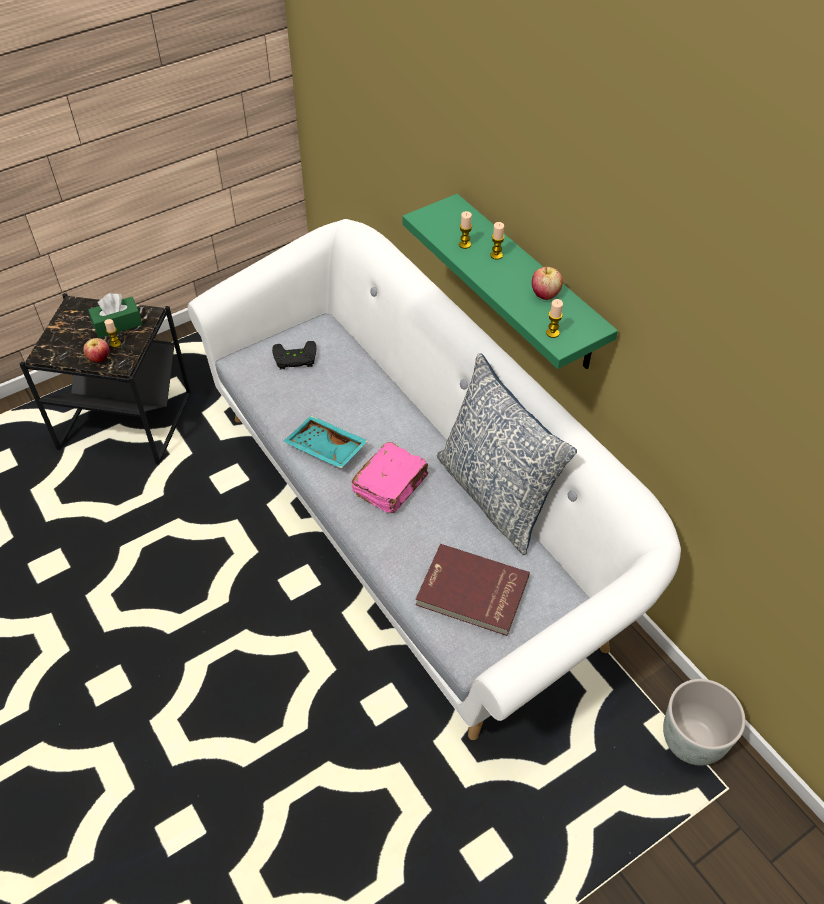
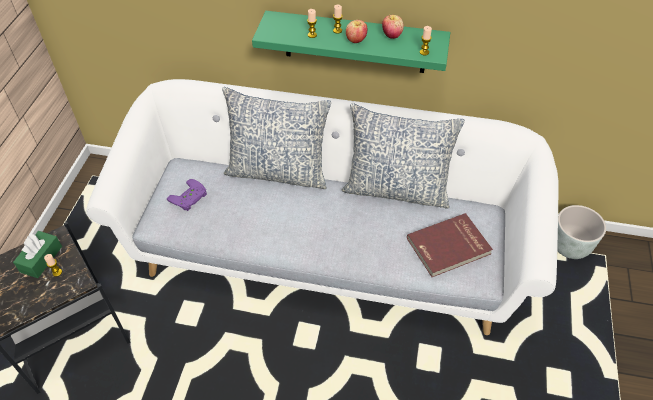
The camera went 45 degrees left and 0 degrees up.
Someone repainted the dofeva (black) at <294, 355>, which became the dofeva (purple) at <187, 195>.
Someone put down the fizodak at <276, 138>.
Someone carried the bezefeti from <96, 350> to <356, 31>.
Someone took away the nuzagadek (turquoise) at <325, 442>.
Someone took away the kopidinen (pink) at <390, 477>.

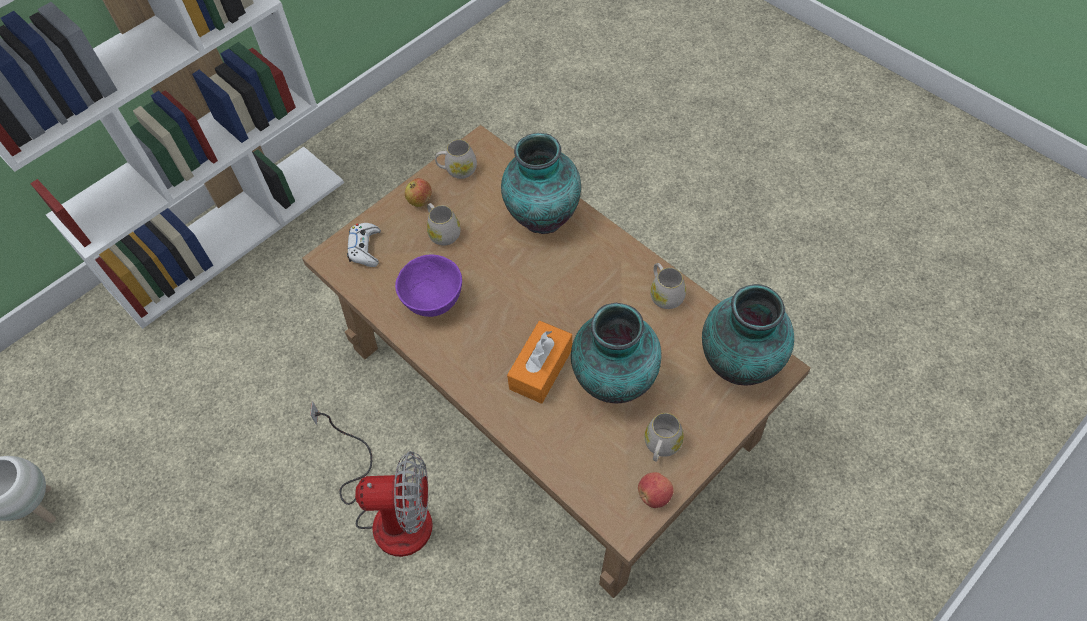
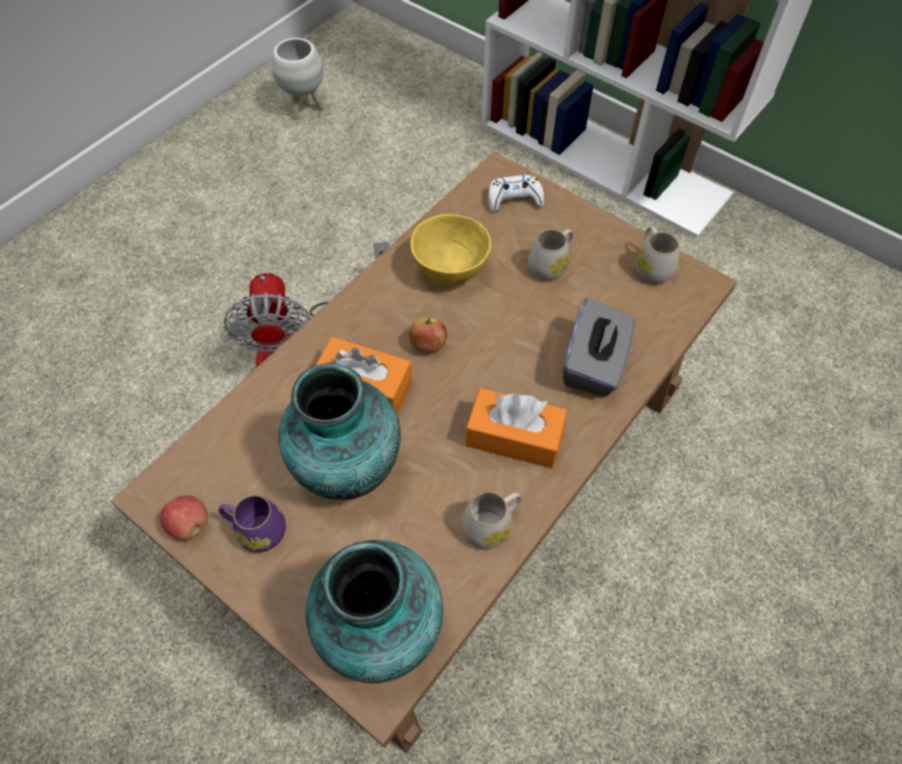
The camera went 80 degrees right and 0 degrees up.
Someone repainted the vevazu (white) at <664, 437>, which became the vevazu (purple) at <252, 523>.
Someone carried the bezefeti from <418, 192> to <428, 335>.
Someone repainted the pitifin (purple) at <428, 285>, which became the pitifin (yellow) at <450, 249>.
Someone put down the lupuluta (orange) at <516, 428>.
Someone swapped the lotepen at <541, 183> for the lupuluta (grey) at <599, 347>.

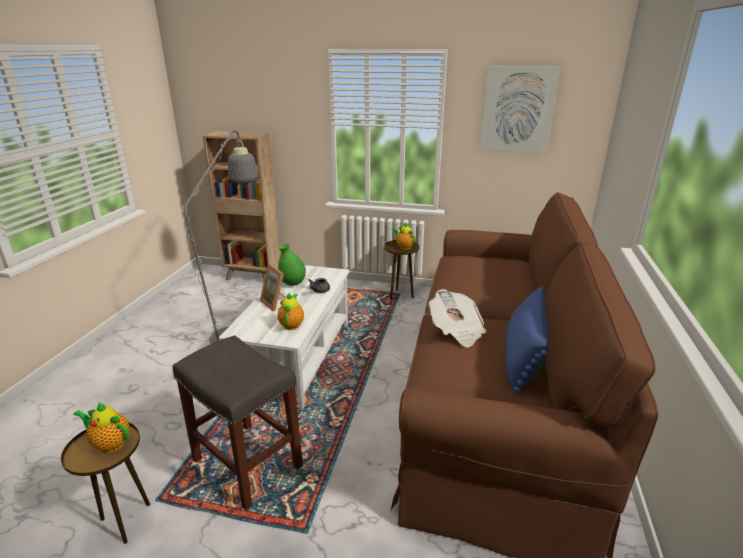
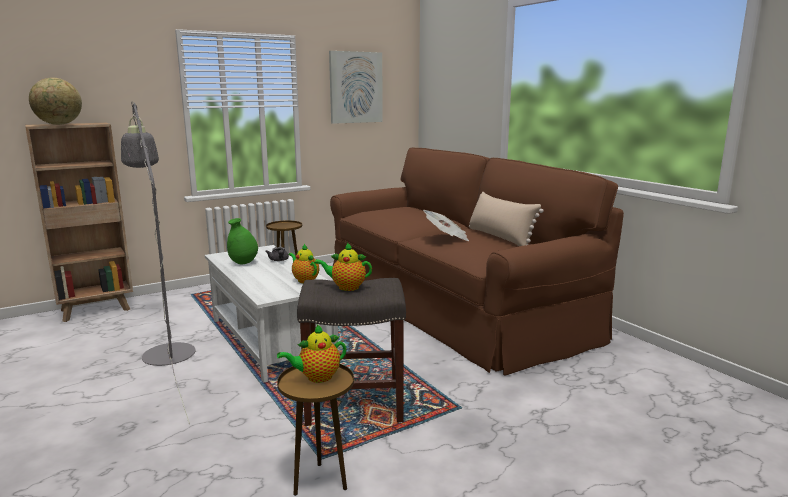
The camera went 45 degrees left and 10 degrees down.
Someone put down the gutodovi at <55, 101>.
Someone carried the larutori from <403, 236> to <343, 267>.
Someone repainted the fizodak (blue) at <527, 339>, which became the fizodak (beige) at <506, 219>.
Someone took away the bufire at <273, 287>.

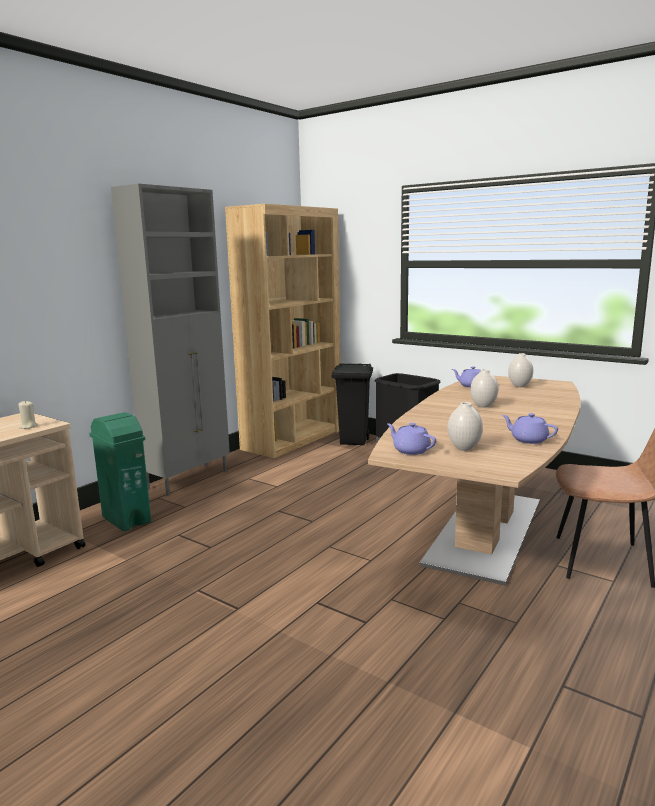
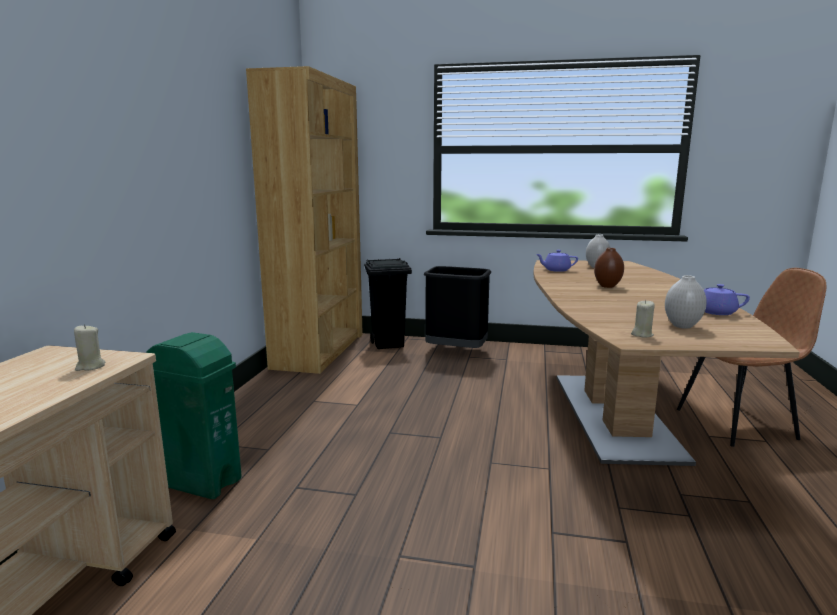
The camera went 25 degrees left and 0 degrees up.
Someone repainted the lotepen (white) at <484, 388>, which became the lotepen (brown) at <609, 268>.
Someone swapped the larutori (purple) at <411, 439> for the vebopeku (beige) at <643, 319>.
Someone took away the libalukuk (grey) at <170, 340>.

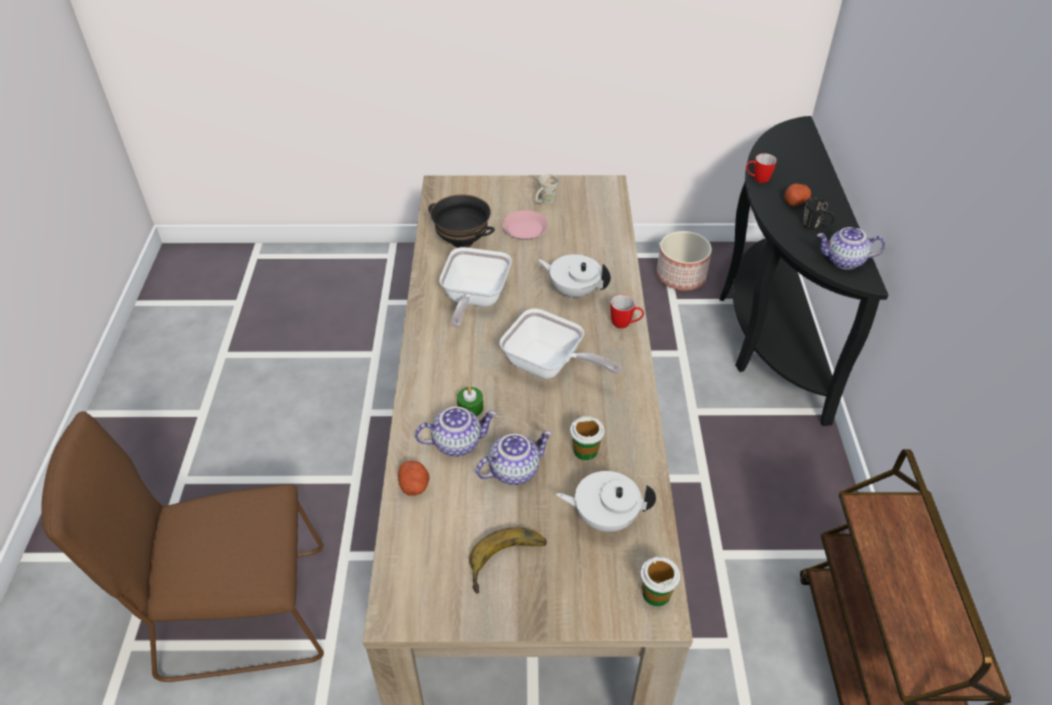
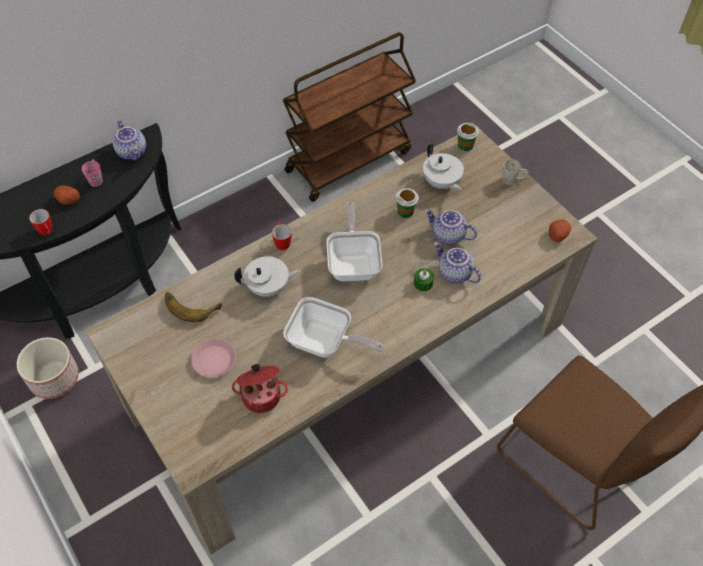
The camera went 125 degrees left and 10 degrees up.
Someone repainted the vevazu (black) at <819, 213>, which became the vevazu (pink) at <92, 173>.
Someone carried the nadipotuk from <508, 560> to <193, 307>.
Someone swapped the pitifin (black) at <461, 221> for the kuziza at <260, 388>.
Someone rotated the larutori (white) at <574, 276> by 90 degrees counterclockwise.
Someone rotated the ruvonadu at <475, 287> by 45 degrees clockwise.
Someone carried the vevazu (white) from <547, 189> to <516, 172>.
Someone carried the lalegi from <414, 478> to <560, 230>.

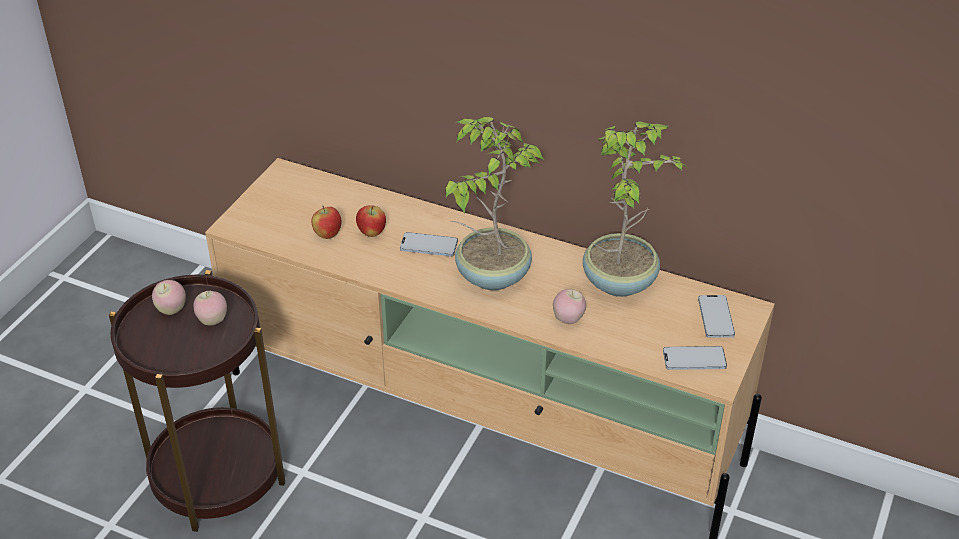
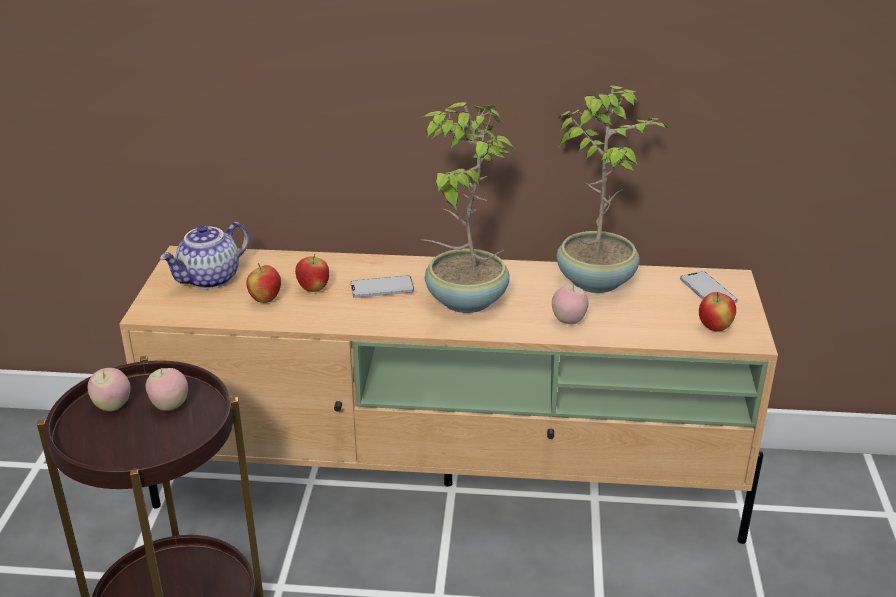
The camera went 20 degrees left and 10 degrees down.
Someone put down the larutori at <204, 255>.
Someone swapped the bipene at <695, 358> for the bezefeti at <717, 312>.

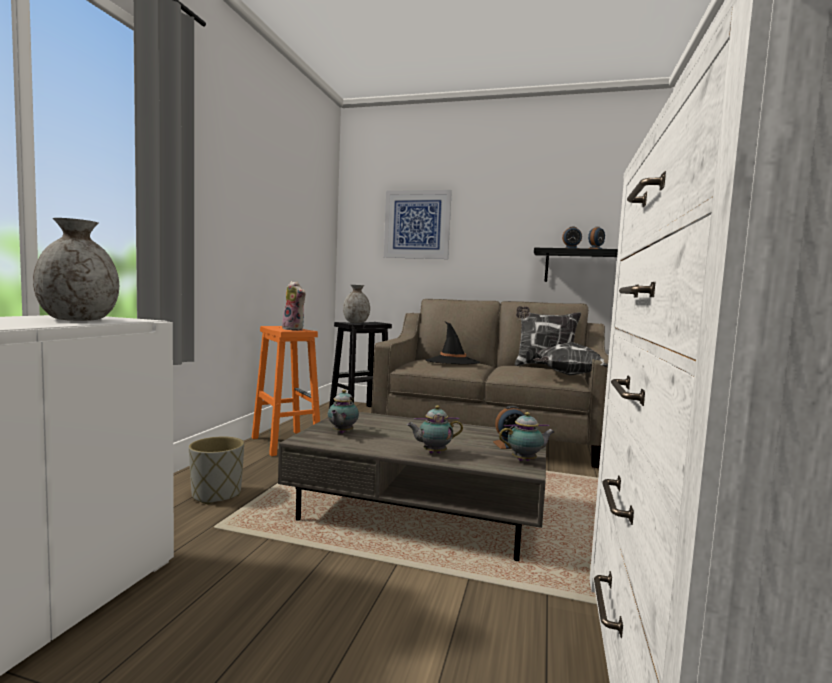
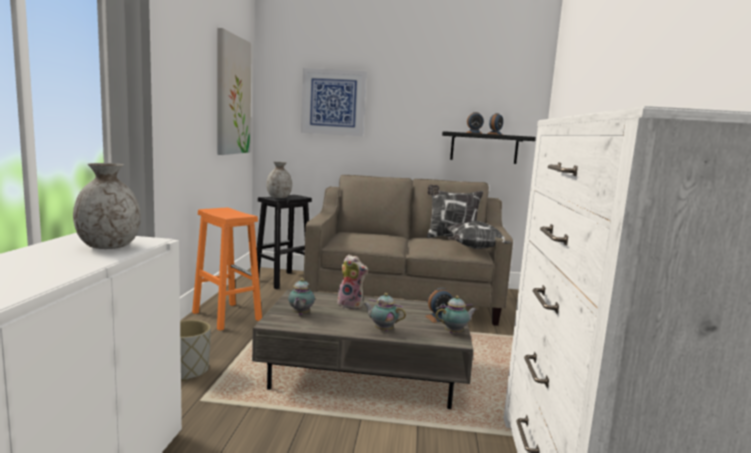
The camera went 10 degrees left and 5 degrees up.
Someone put up the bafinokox at <234, 91>.
Someone carried the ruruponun from <294, 305> to <352, 282>.
Someone rotated the larutori at <435, 429> by 45 degrees clockwise.
Someone took away the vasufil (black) at <453, 342>.

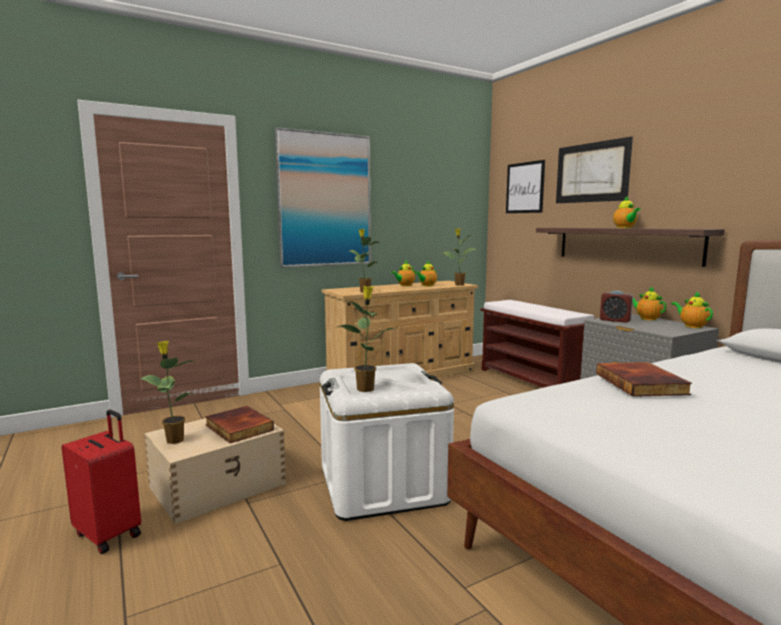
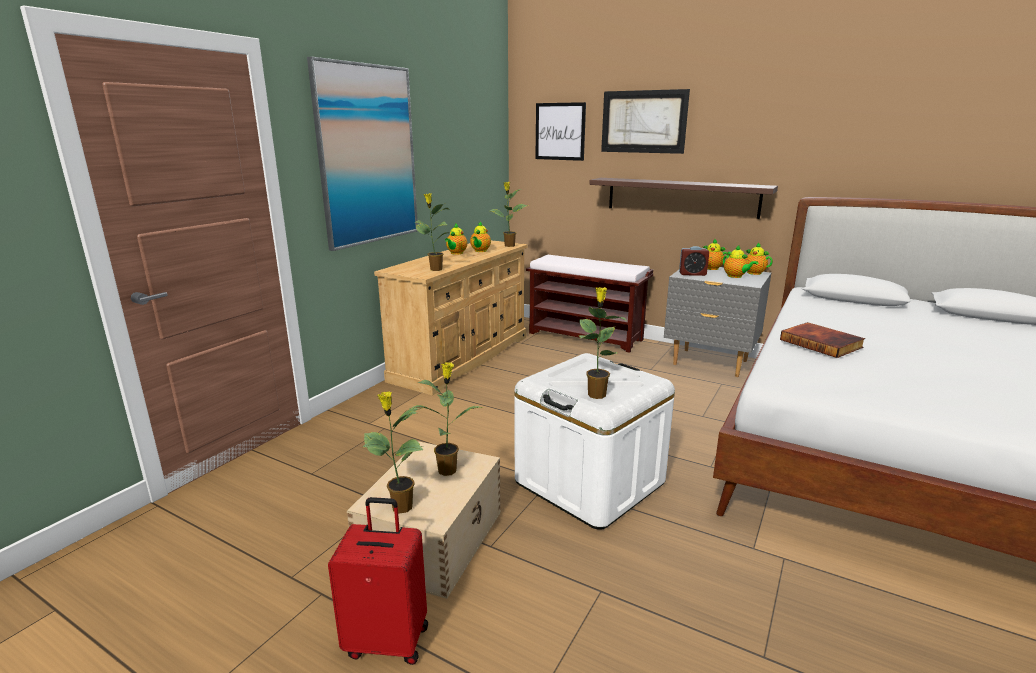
The camera went 30 degrees left and 10 degrees up.
Someone swapped the kopidinen at <239, 424> for the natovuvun at <446, 419>.
Someone carried the larutori from <627, 212> to <740, 261>.

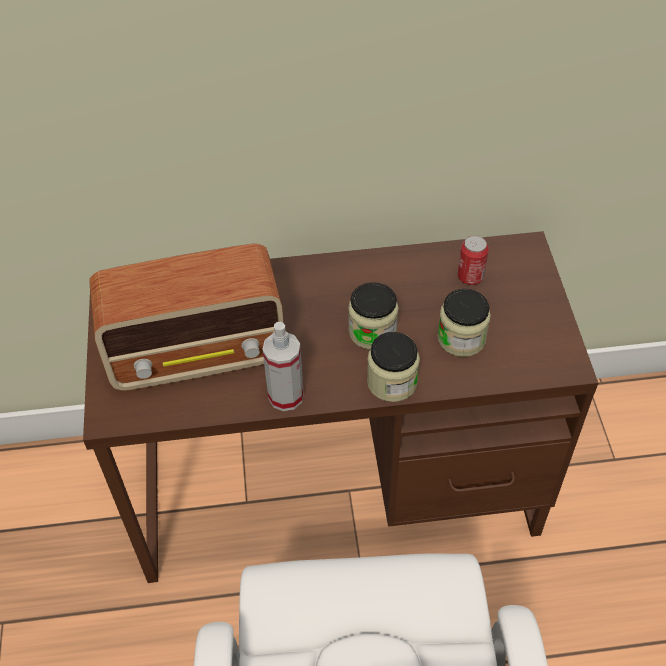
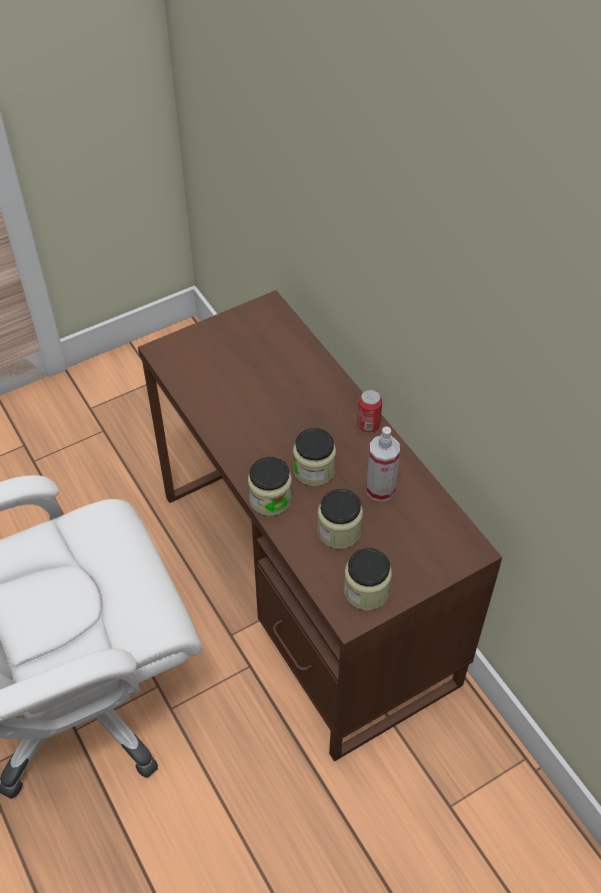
The camera went 65 degrees right and 0 degrees up.
Someone put down the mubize at <368, 579>.
Someone carried the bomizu from <473, 260> to <369, 411>.
Someone carried the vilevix from <283, 366> to <383, 464>.
Someone took away the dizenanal at <186, 317>.

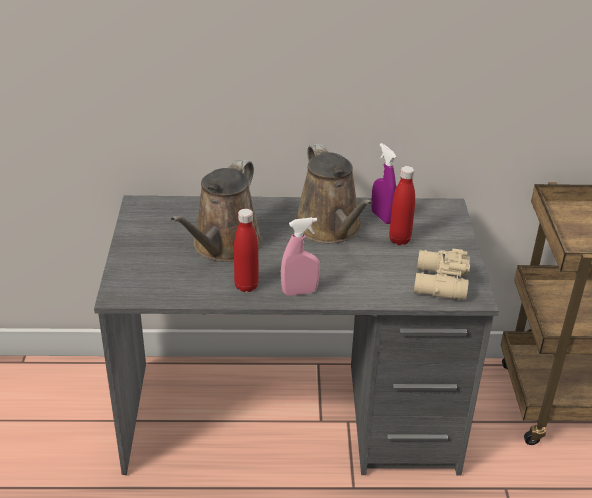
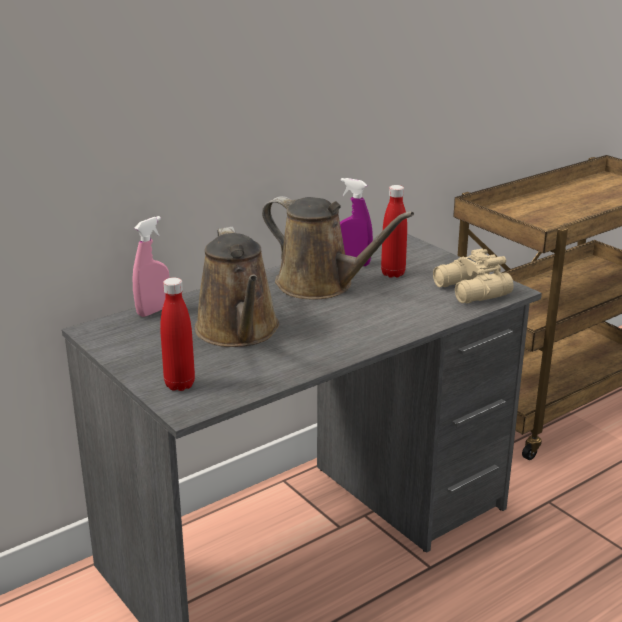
The camera went 35 degrees left and 10 degrees down.
Someone carried the vilevix (pink) from <300, 256> to <151, 266>.
Someone carried the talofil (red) from <246, 250> to <177, 334>.

